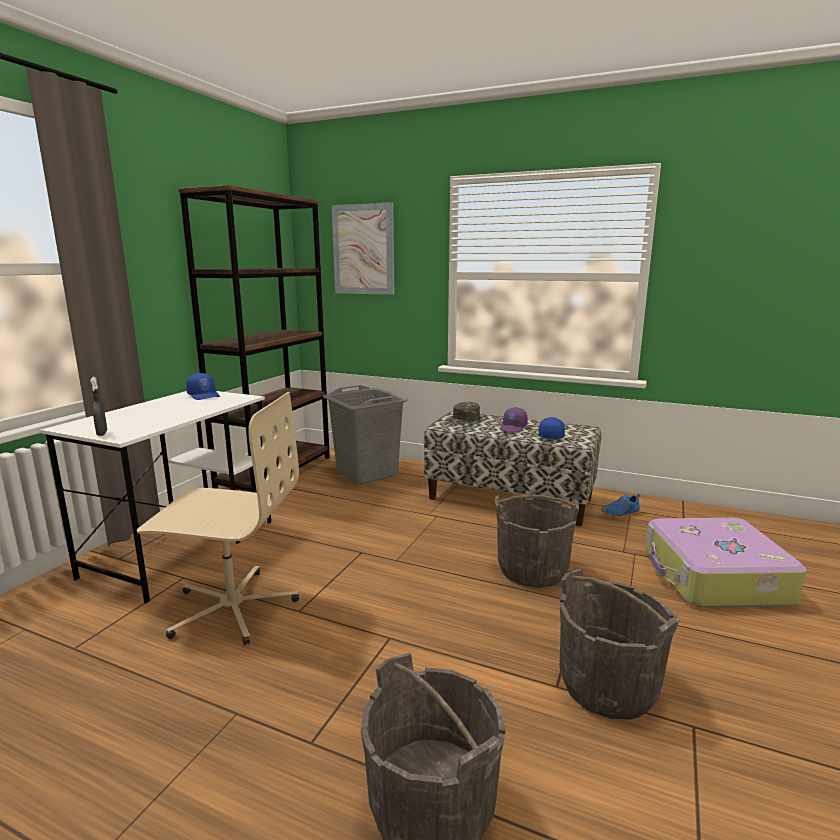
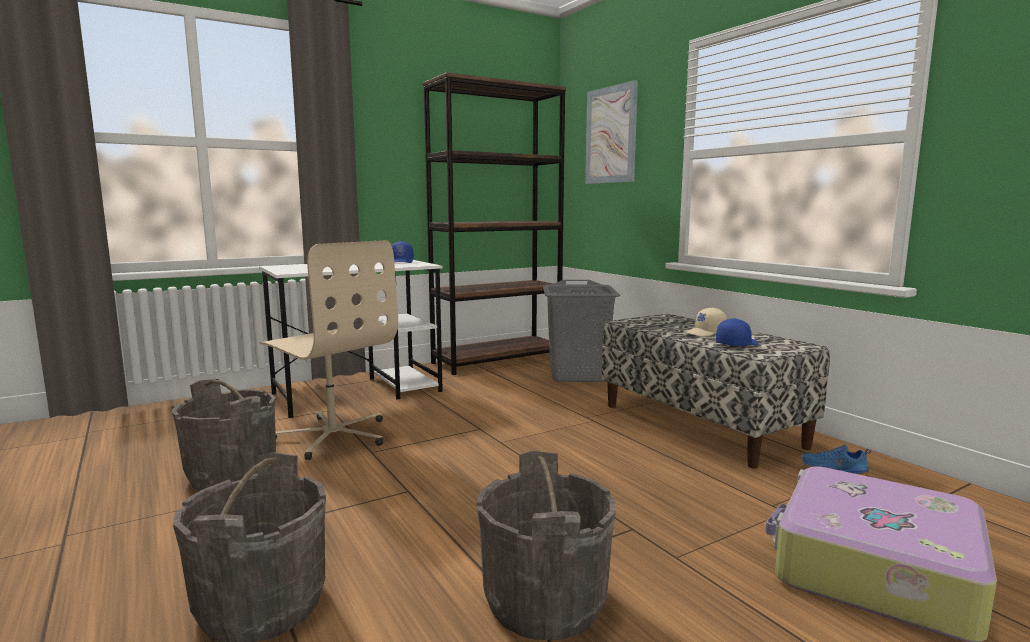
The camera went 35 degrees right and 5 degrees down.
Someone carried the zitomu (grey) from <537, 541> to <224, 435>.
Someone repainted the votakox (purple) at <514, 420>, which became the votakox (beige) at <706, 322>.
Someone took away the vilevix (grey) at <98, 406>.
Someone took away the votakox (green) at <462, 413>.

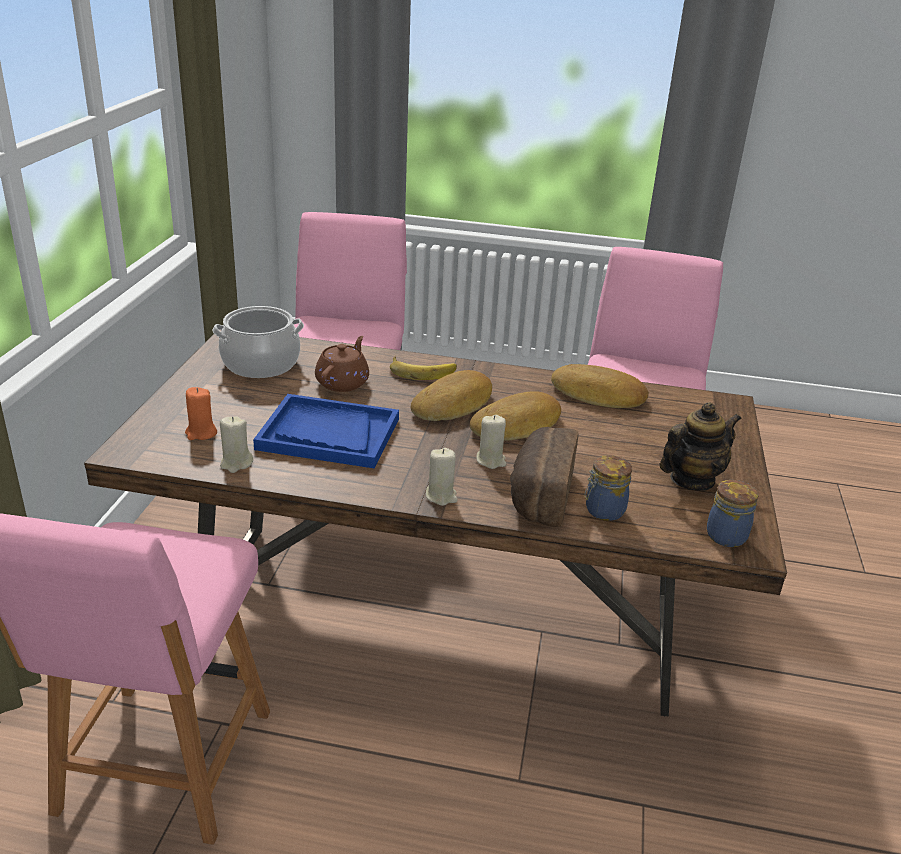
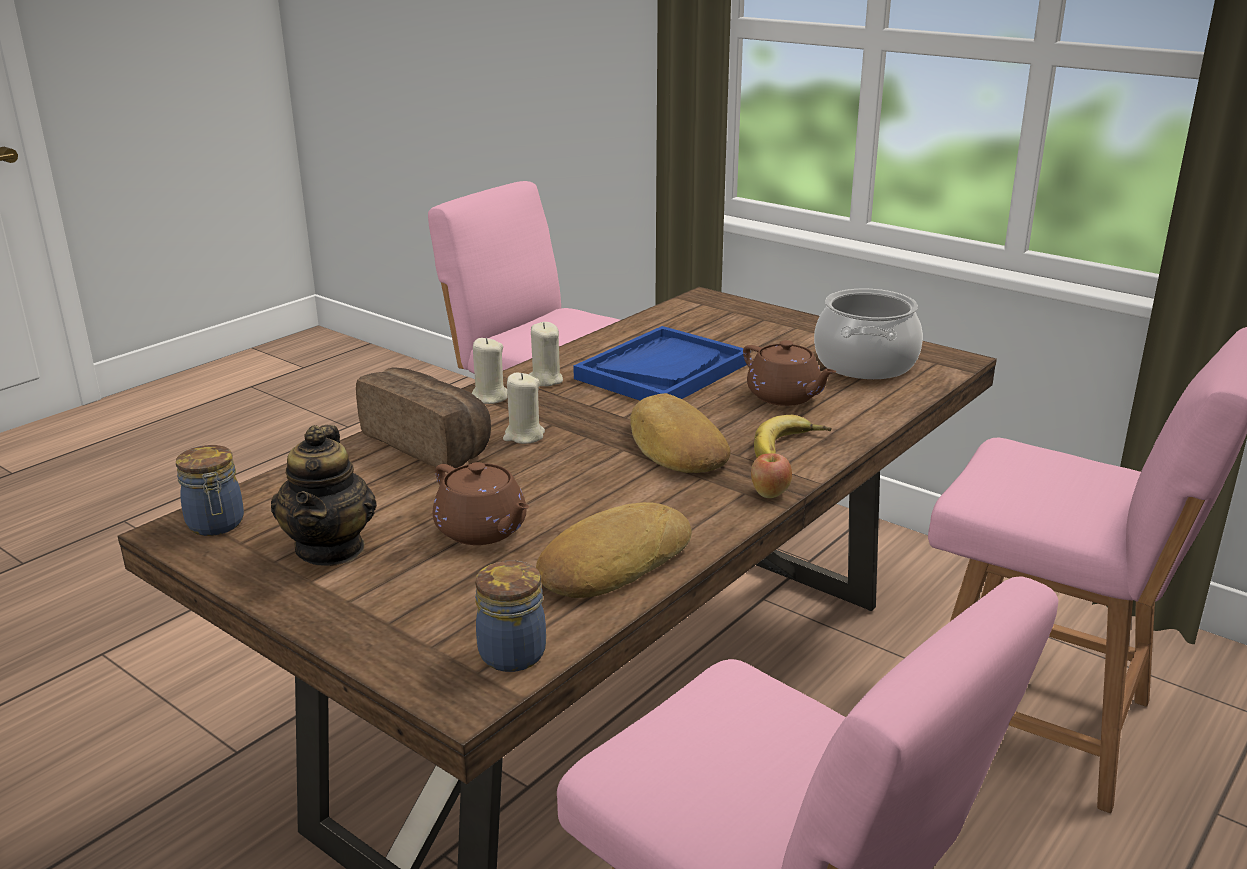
The camera went 120 degrees right and 5 degrees down.
Someone put down the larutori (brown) at <481, 503>.
Someone carried the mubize from <608, 488> to <510, 616>.
Someone carried the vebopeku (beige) from <236, 444> to <546, 354>.
Someone put down the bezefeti at <771, 475>.
Someone took away the vebopeku (orange) at <201, 413>.
Someone took away the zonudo at <515, 416>.

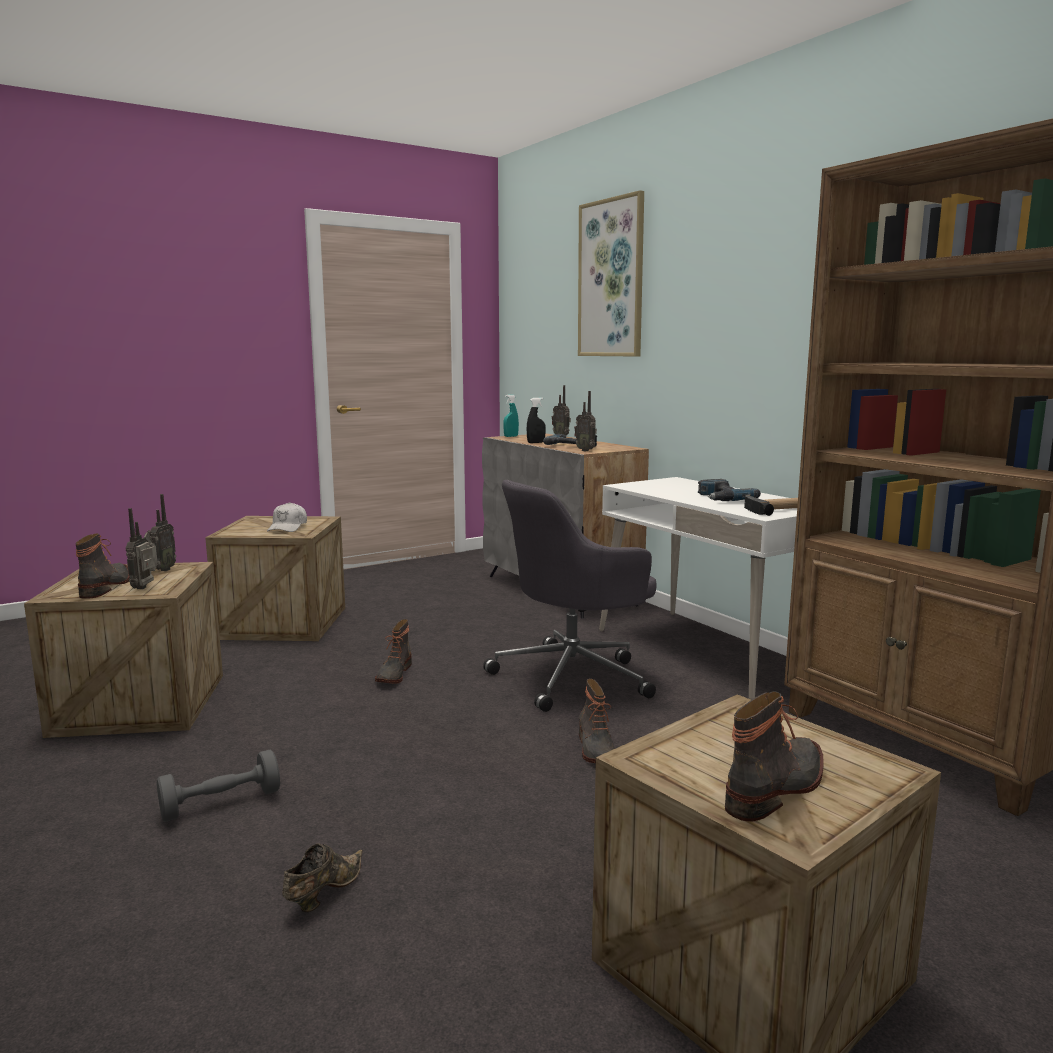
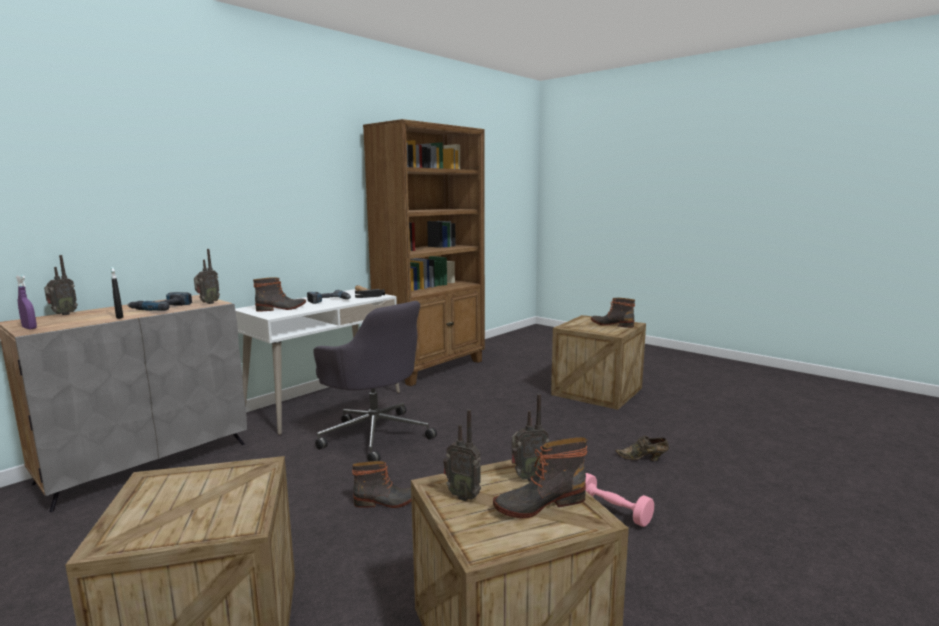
The camera went 105 degrees left and 0 degrees up.
Someone repainted the vilevix (turquoise) at <511, 416>, which became the vilevix (purple) at <26, 302>.
Someone carried the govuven from <597, 721> to <279, 294>.
Someone rotated the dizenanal at <160, 532> by 150 degrees counterclockwise.
Someone repainted the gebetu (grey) at <218, 786>, which became the gebetu (pink) at <619, 500>.
Someone took away the votakox (white) at <287, 517>.
Someone took away the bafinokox at <611, 273>.

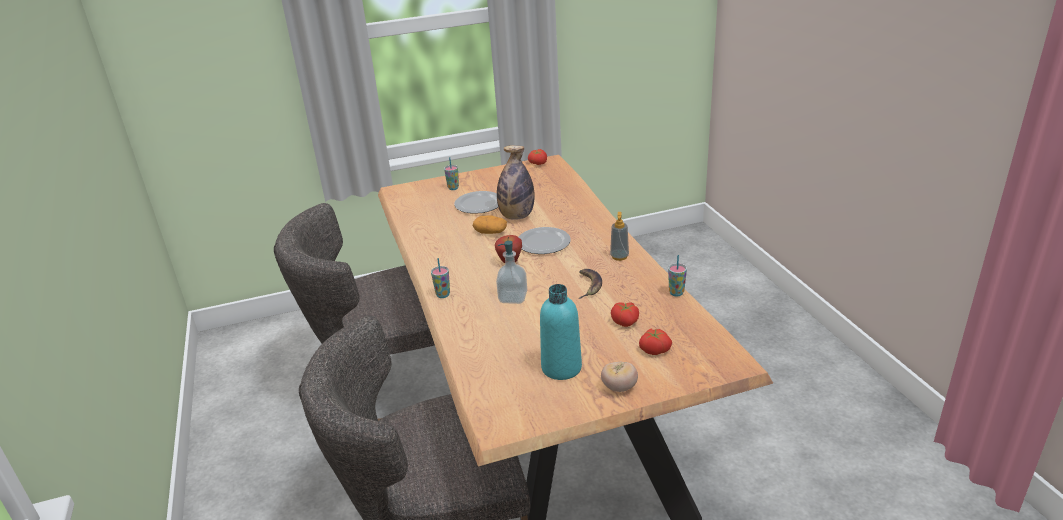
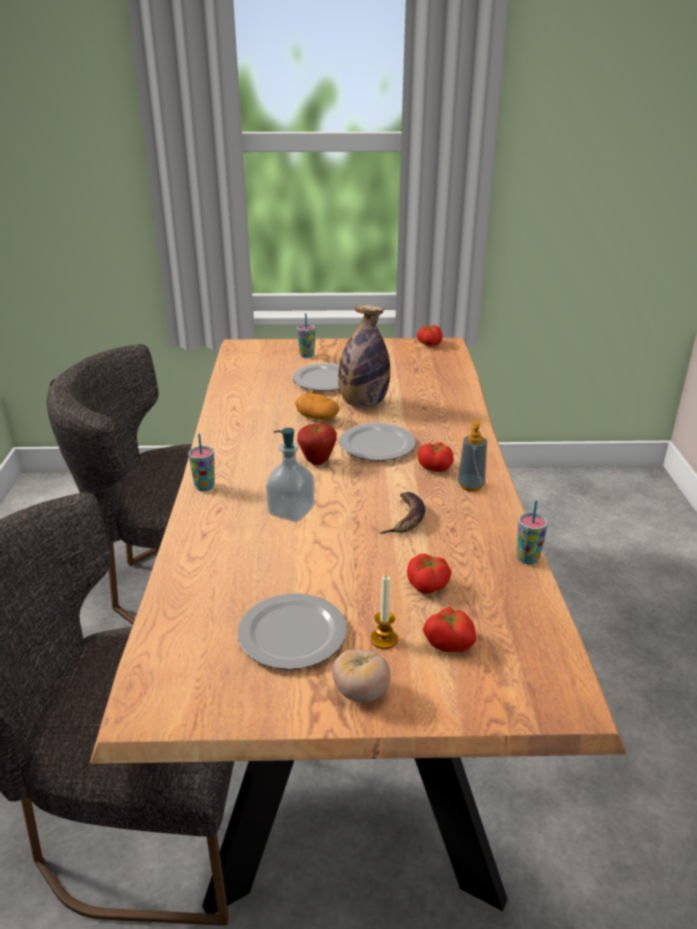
The camera went 15 degrees right and 0 degrees up.
Someone swapped the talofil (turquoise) at <561, 332> for the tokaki at <292, 631>.
Someone put down the vebopeku at <384, 612>.
Someone put down the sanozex at <436, 457>.

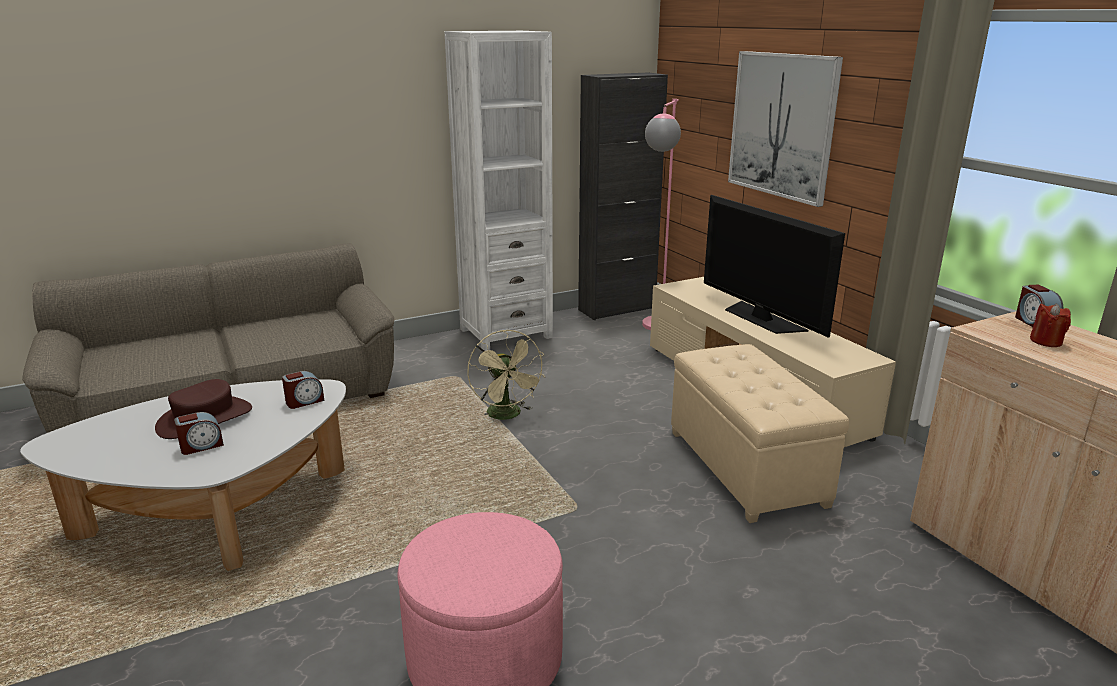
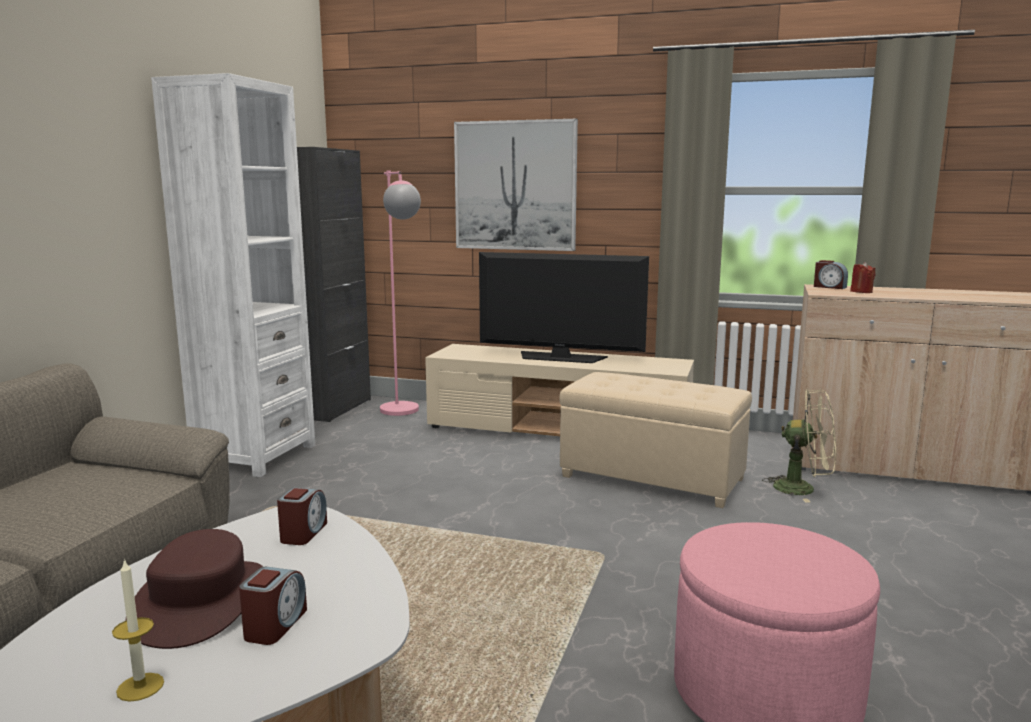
The camera went 45 degrees left and 10 degrees down.
Someone put down the vebopeku at <138, 630>.
Someone carried the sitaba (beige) from <506, 375> to <799, 446>.

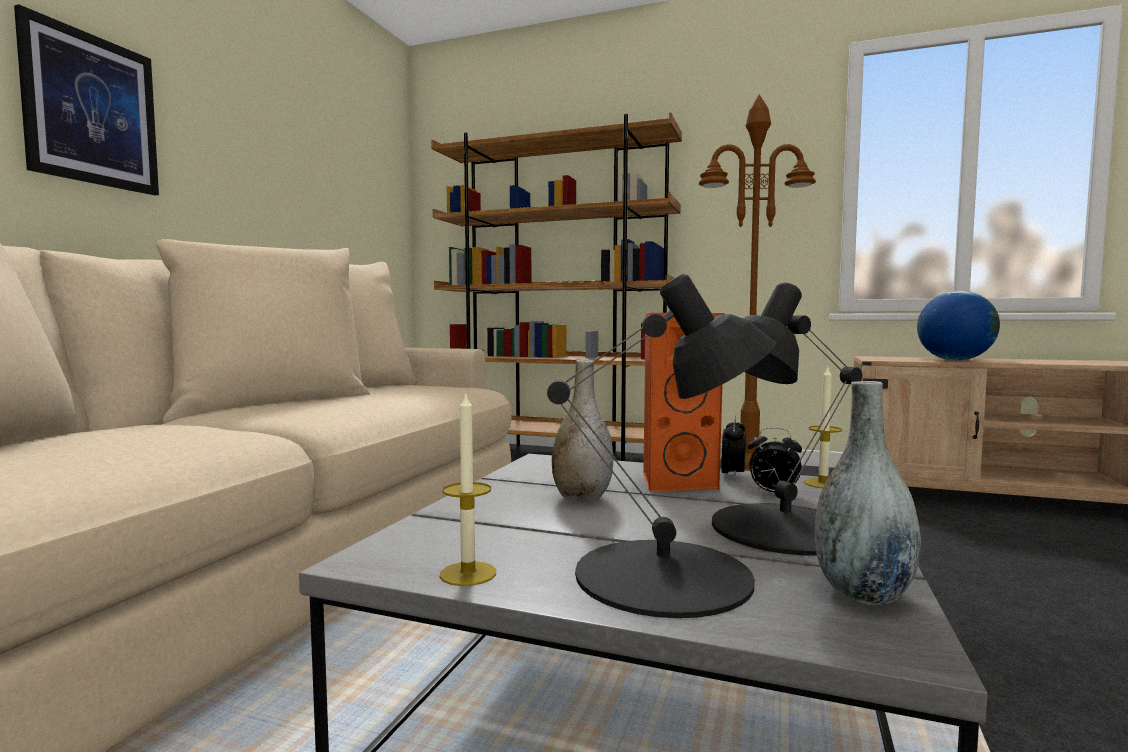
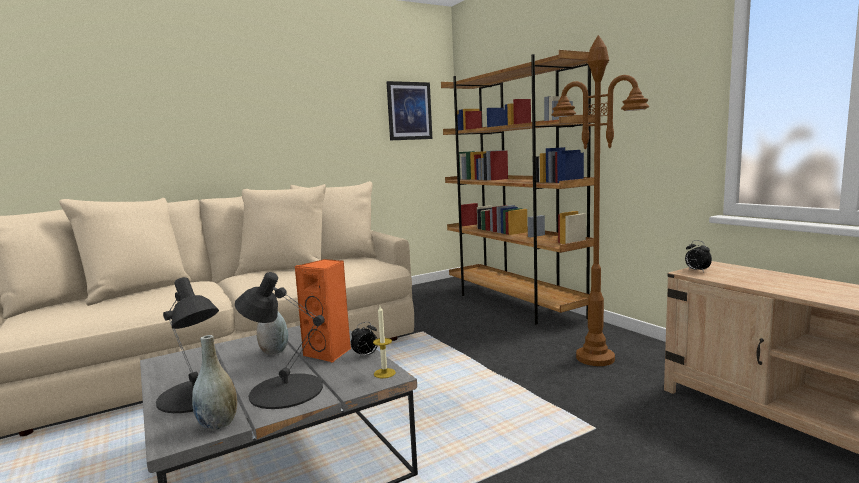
The camera went 40 degrees right and 5 degrees up.
Someone carried the bafinokox from <86, 99> to <409, 110>.
Someone carried the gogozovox from <775, 460> to <698, 256>.
Someone took away the vebopeku at <467, 488>.
Someone took away the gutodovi at <958, 326>.

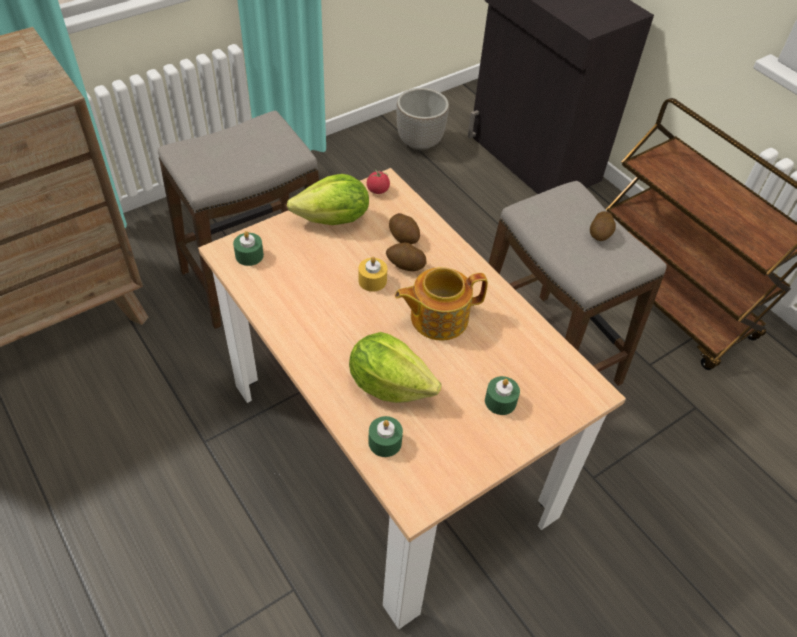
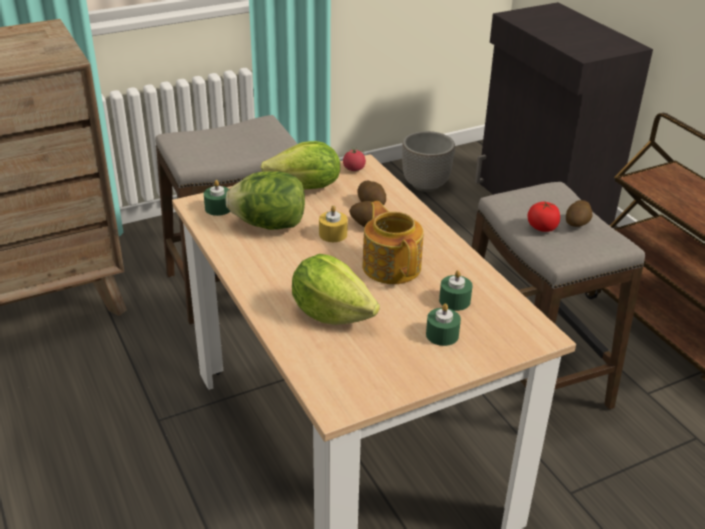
The camera went 10 degrees right and 15 degrees down.
Someone put down the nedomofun at <265, 200>.
Someone rotated the larutori at <441, 303> by 75 degrees clockwise.
Someone carried the vebopeku (green) from <385, 436> to <456, 290>.
Someone put down the sanozex at <544, 217>.

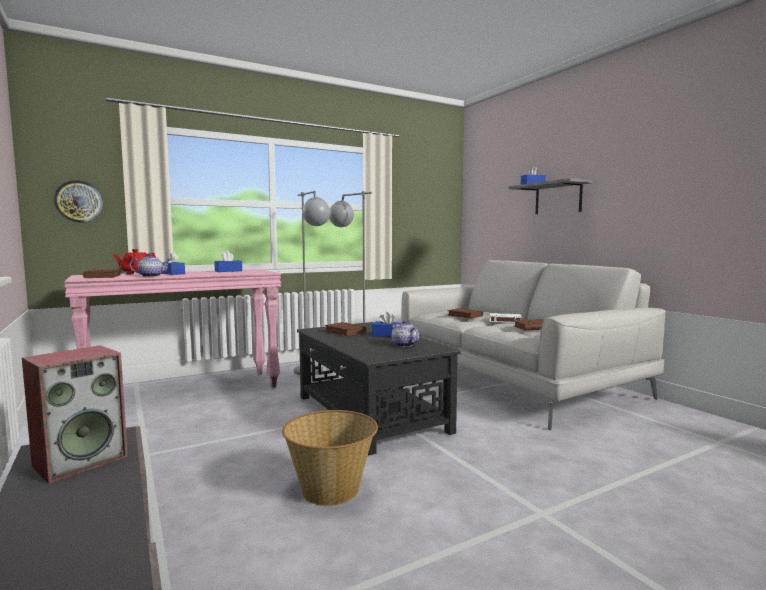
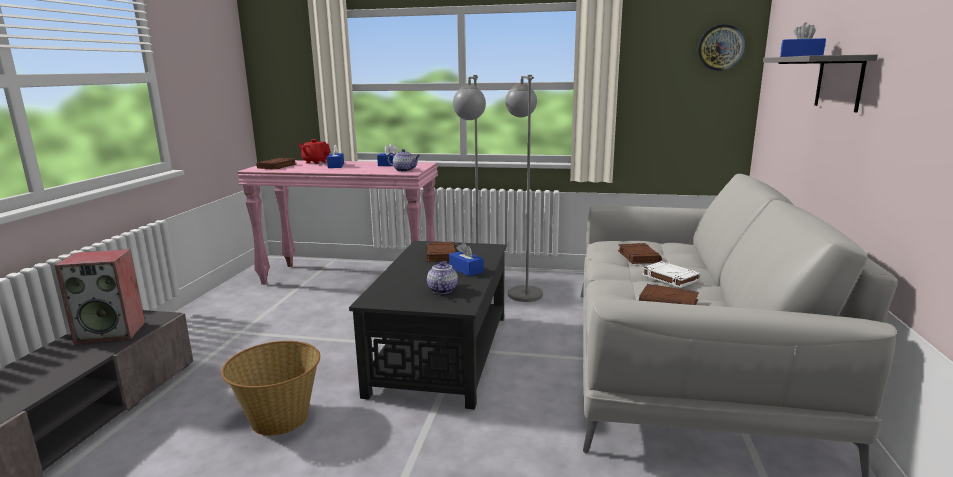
The camera went 40 degrees right and 10 degrees up.
Someone carried the larutori from <150, 265> to <403, 160>.
Someone carried the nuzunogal from <78, 201> to <721, 47>.

